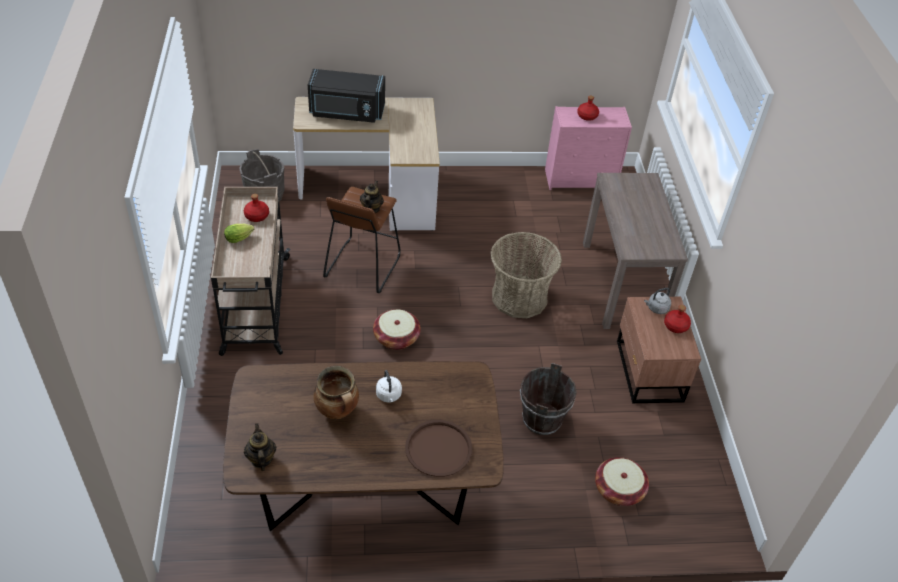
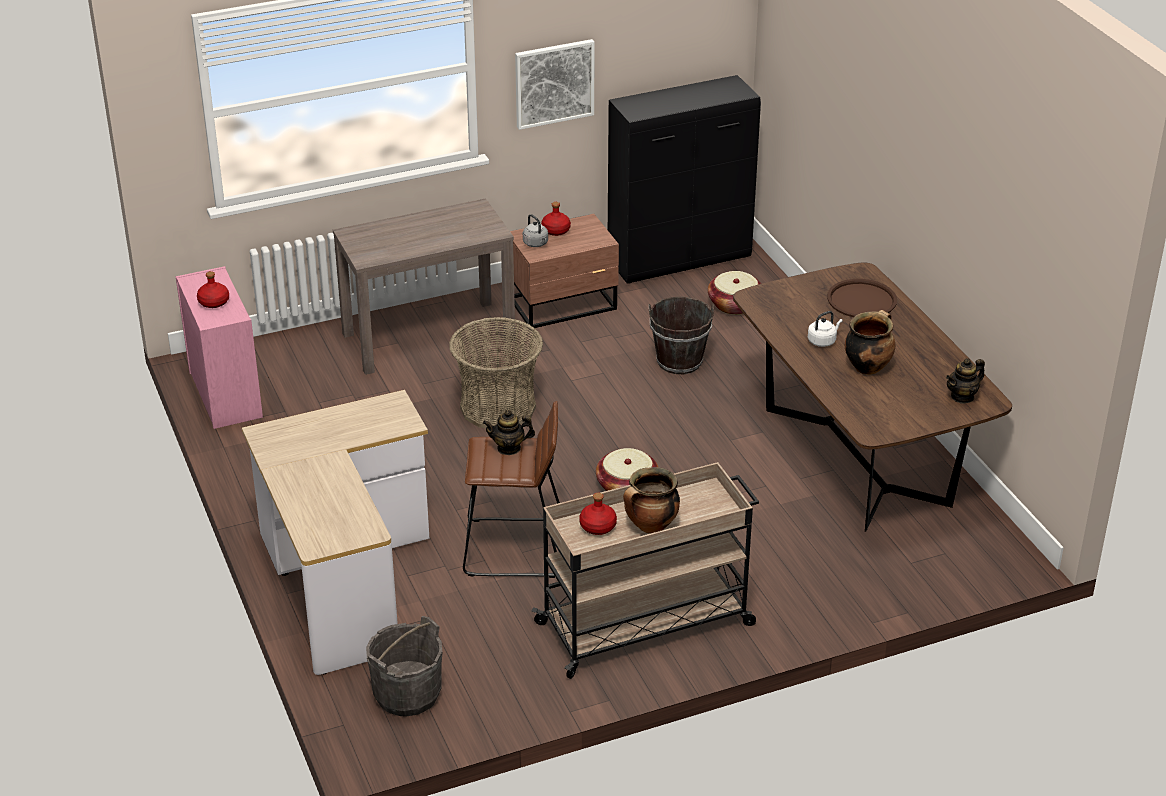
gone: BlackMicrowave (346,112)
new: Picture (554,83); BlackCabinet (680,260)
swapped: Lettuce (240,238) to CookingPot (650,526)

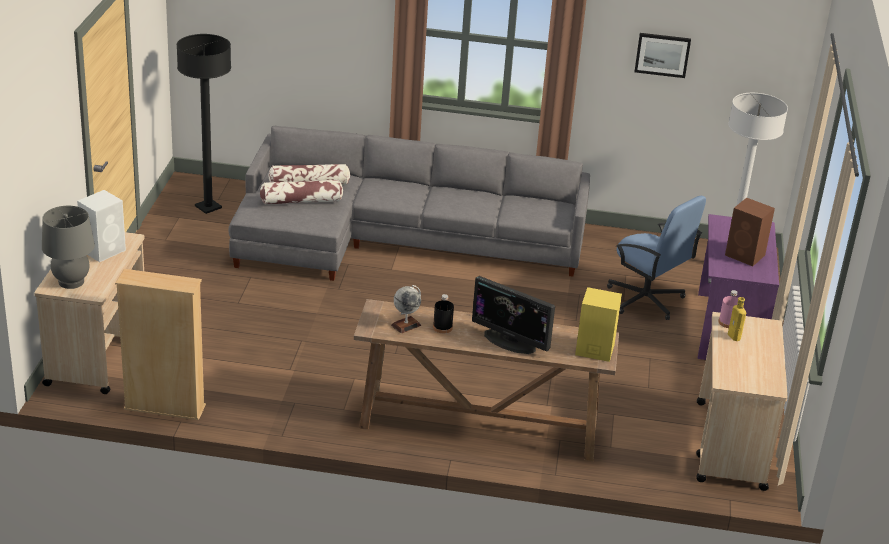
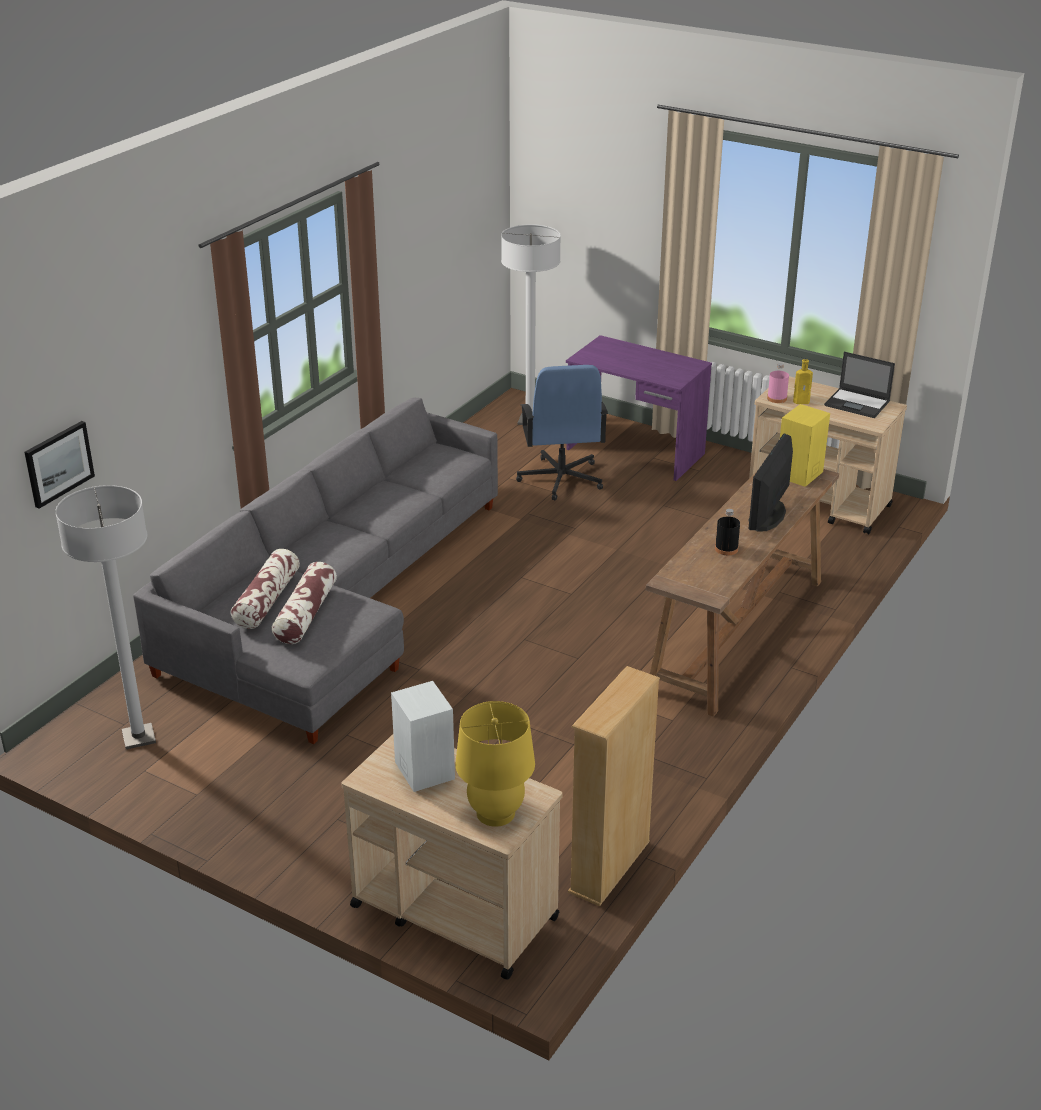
gone: Globe (406,325); BrownSpeaker (745,255)
new: Laptop (857,403)
shifted: Picture (662,54) to (58,463)
repainted: GreyTableLamp (71,282) to YellowTableLamp (495,813); BlackFloorLamp (208,207) to WhiteFloorLamp (139,737)
rotated: Monitor (510,341) = (767,515) 150 degrees clockwise; BlueOfficeChair (646,300) = (561,479) 105 degrees clockwise

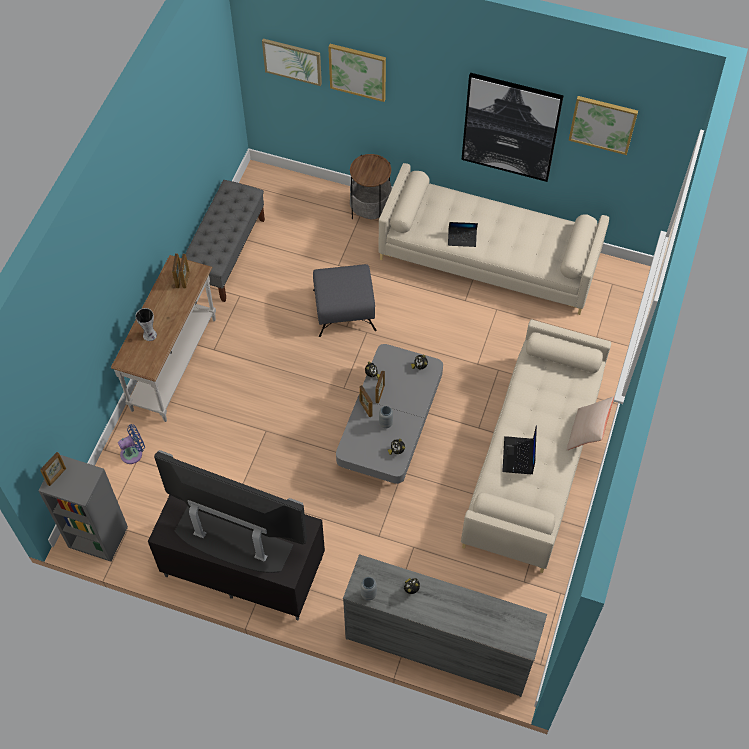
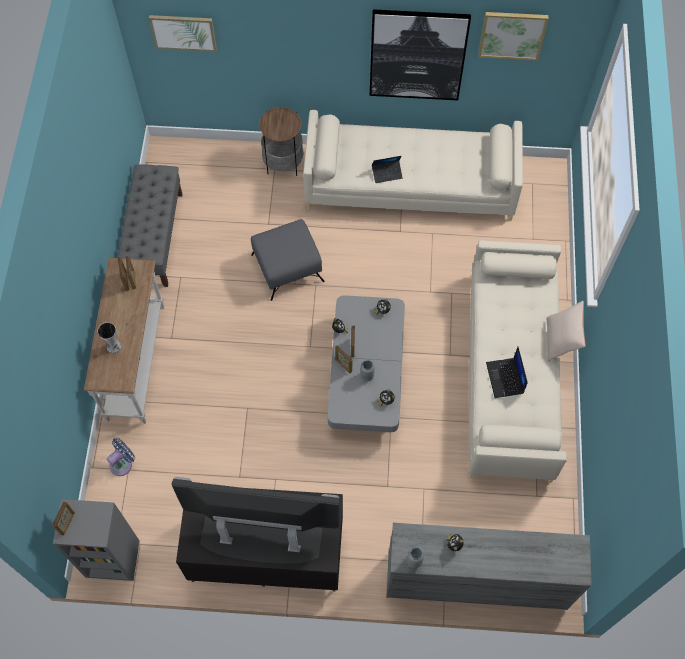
gone: Picture (358,71)

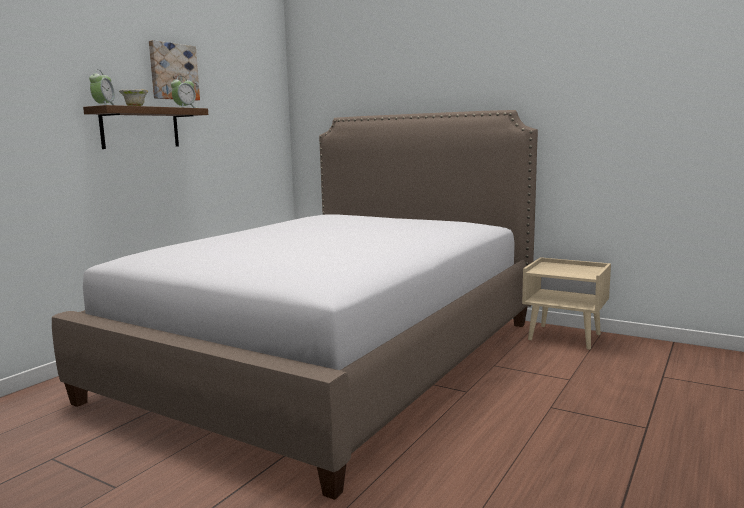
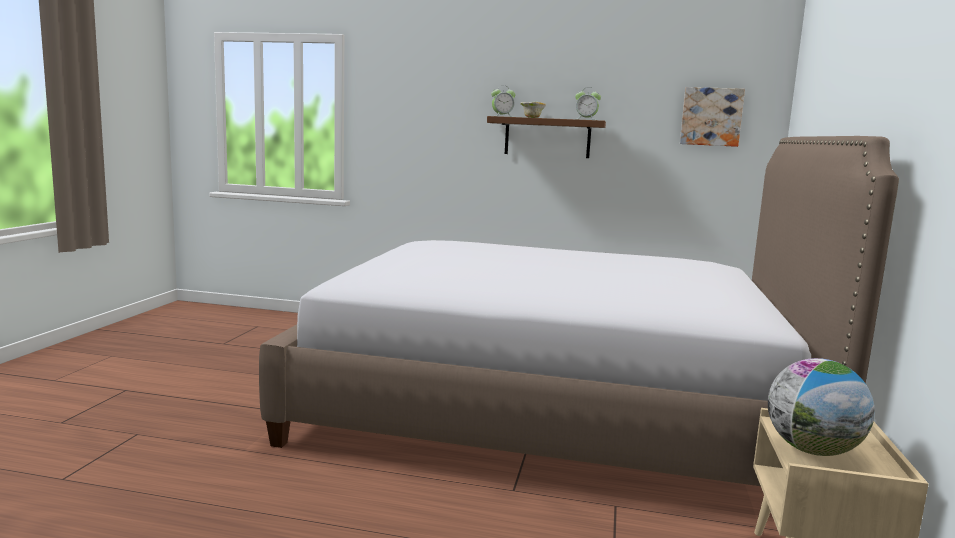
new: Globe (812,450)
shifted: Picture (173,72) to (711,117)

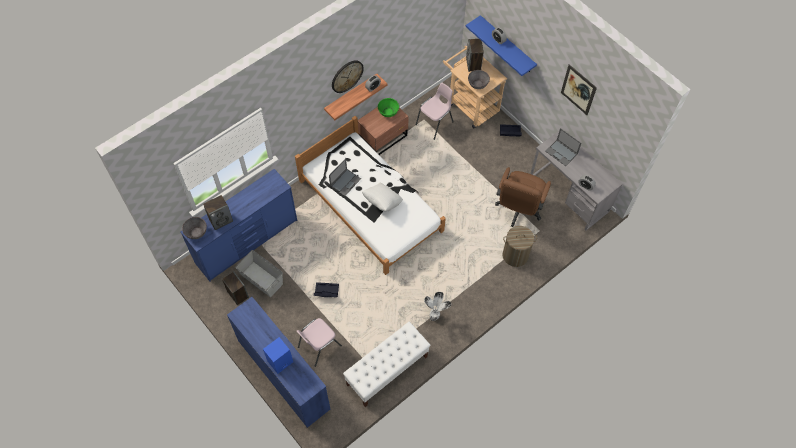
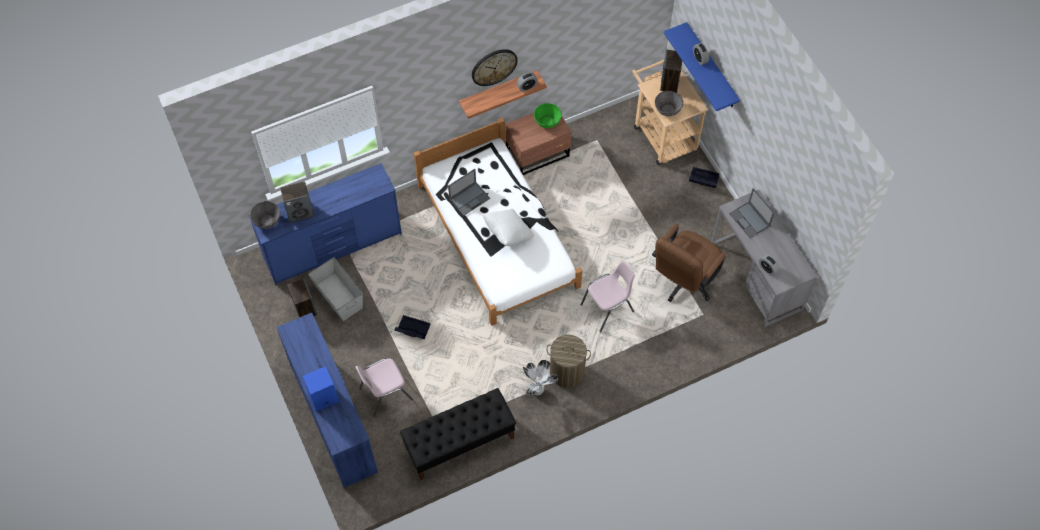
gone: Picture (578,90)
shifted: PinkChair (435,123) to (608,308); LaundryBasket (515,255) to (567,372)
repainted: WhiteBench (387,371) to BlackBench (459,443)

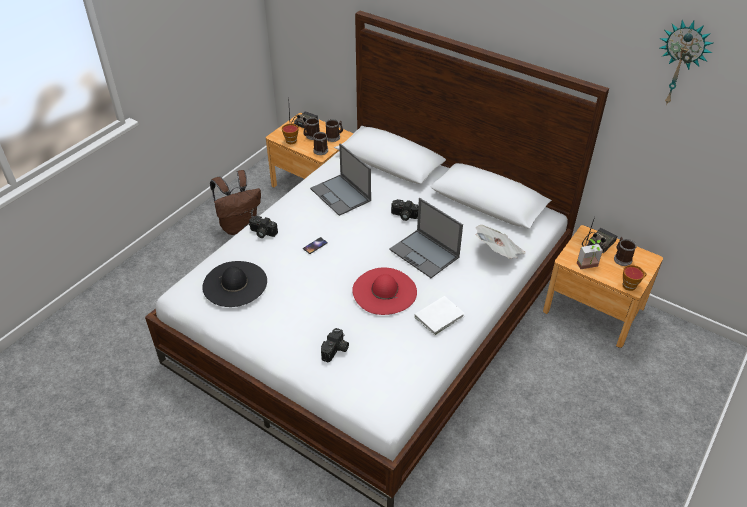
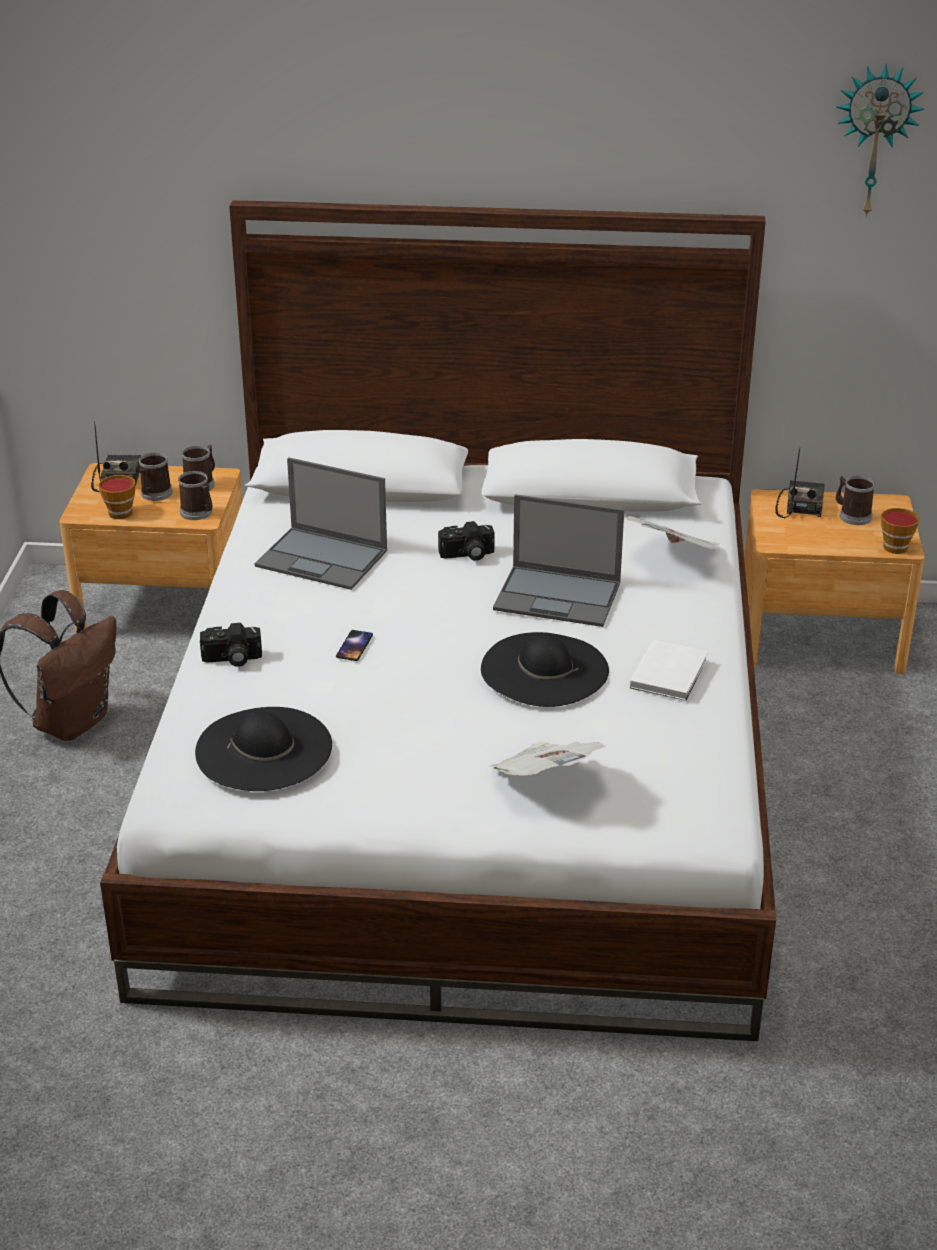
gone: PottedPlant (589,267)
swapped: PhotoCamera (336,351) to Newspaper (546,780)
repainted: RedHat (384,291) to BlackHat (544,669)

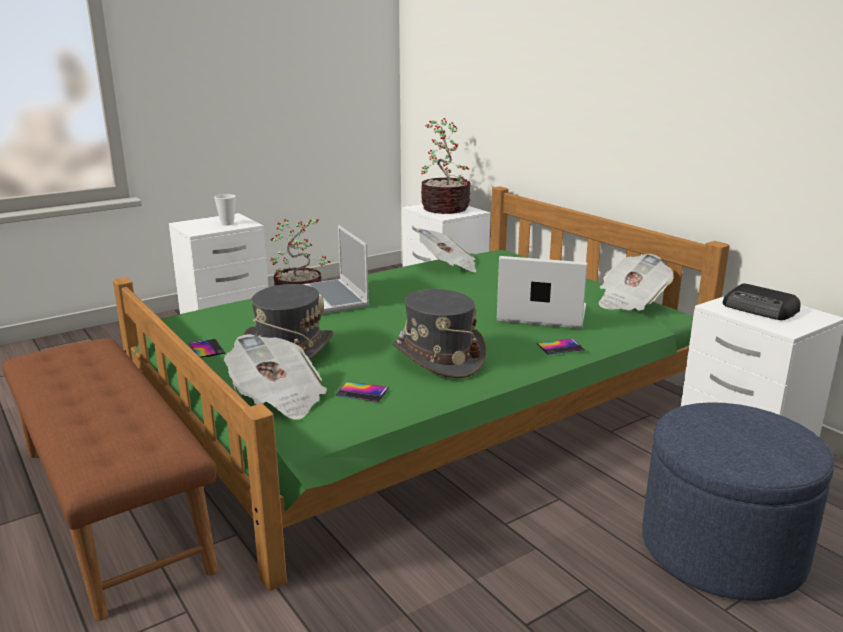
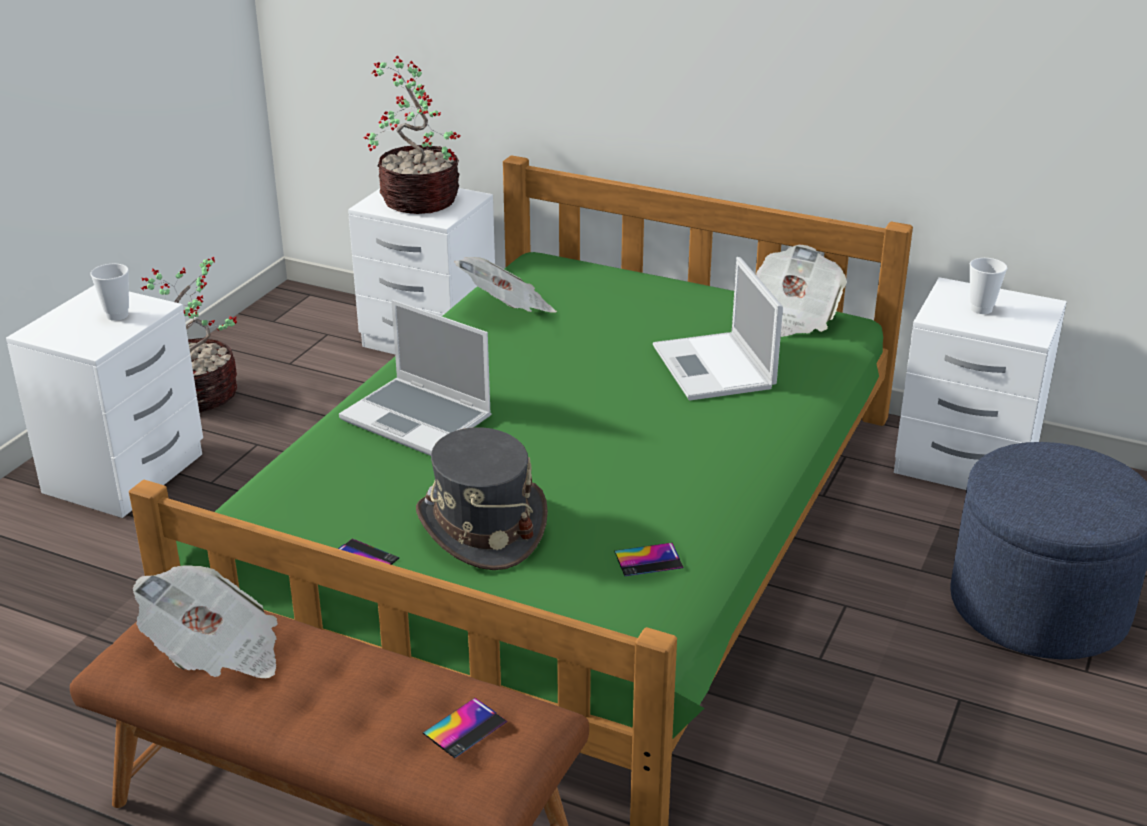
gone: GreyHat (438,358)
shifted: Newspaper (278,399) to (215,653); Phone (560,347) to (465,728)
swapped: Radio (760,309) to Cup (981,309)
rotated: Laptop (540,314) = (714,368) 90 degrees counterclockwise

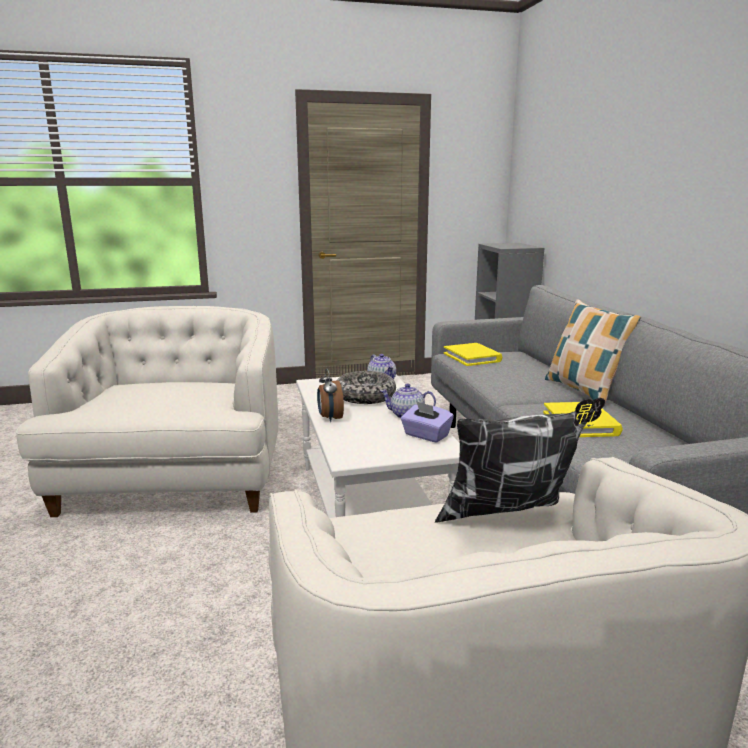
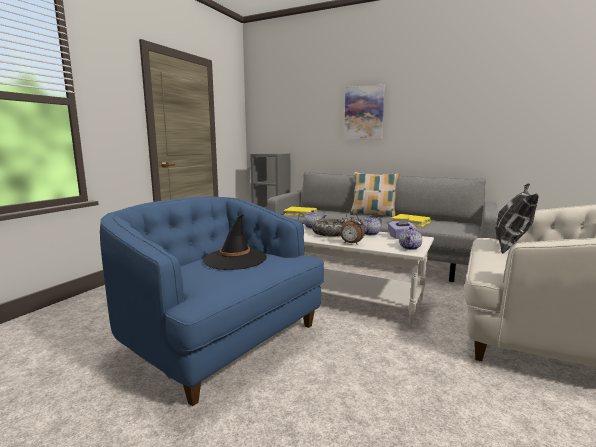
new: BlackHat (235,259); Picture (364,113); Teapot (410,247)
repainted: WhiteArmchair (174,479) to BlueArmchair (220,339)

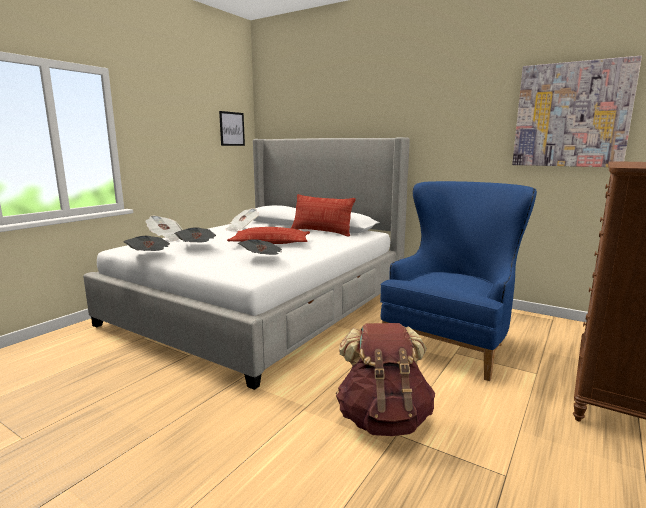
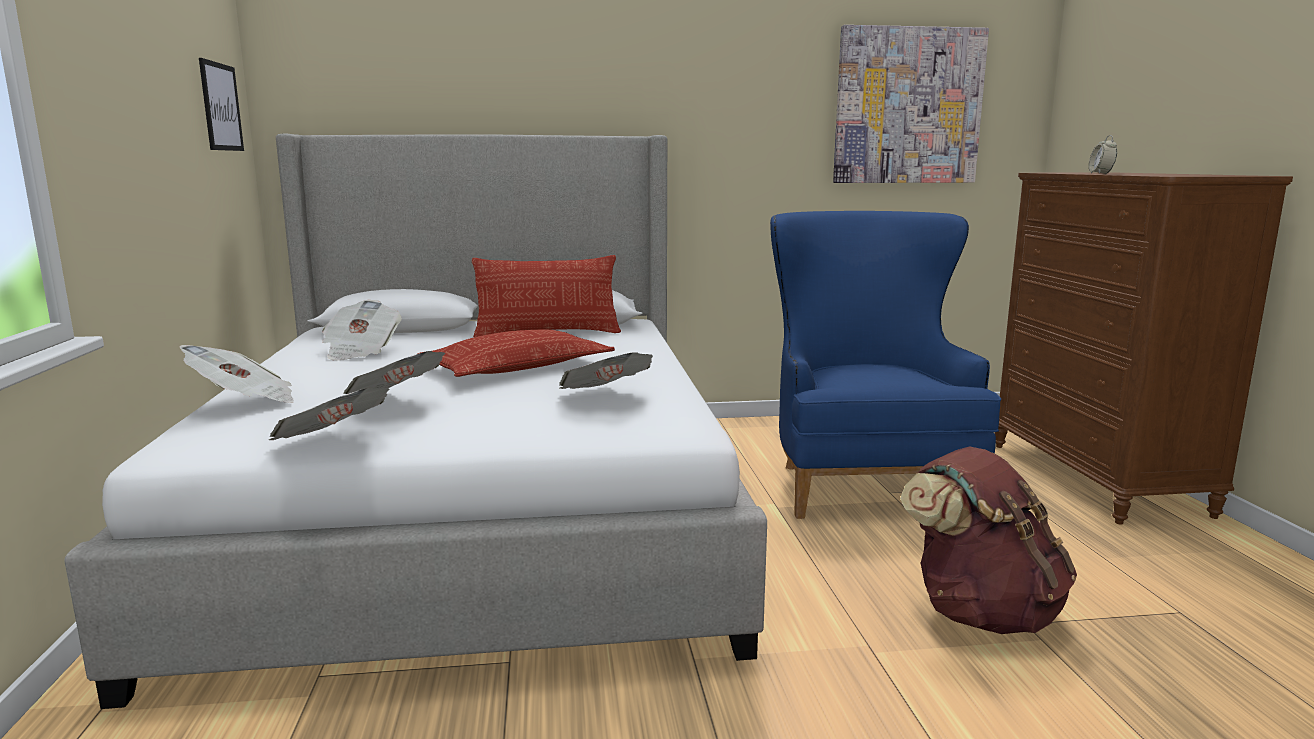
new: AlarmClock (1100,173)

